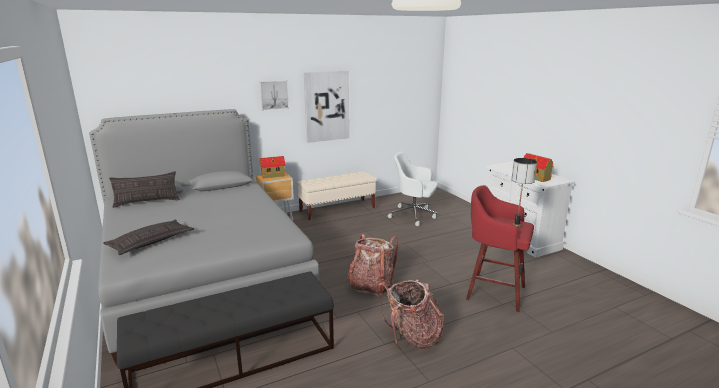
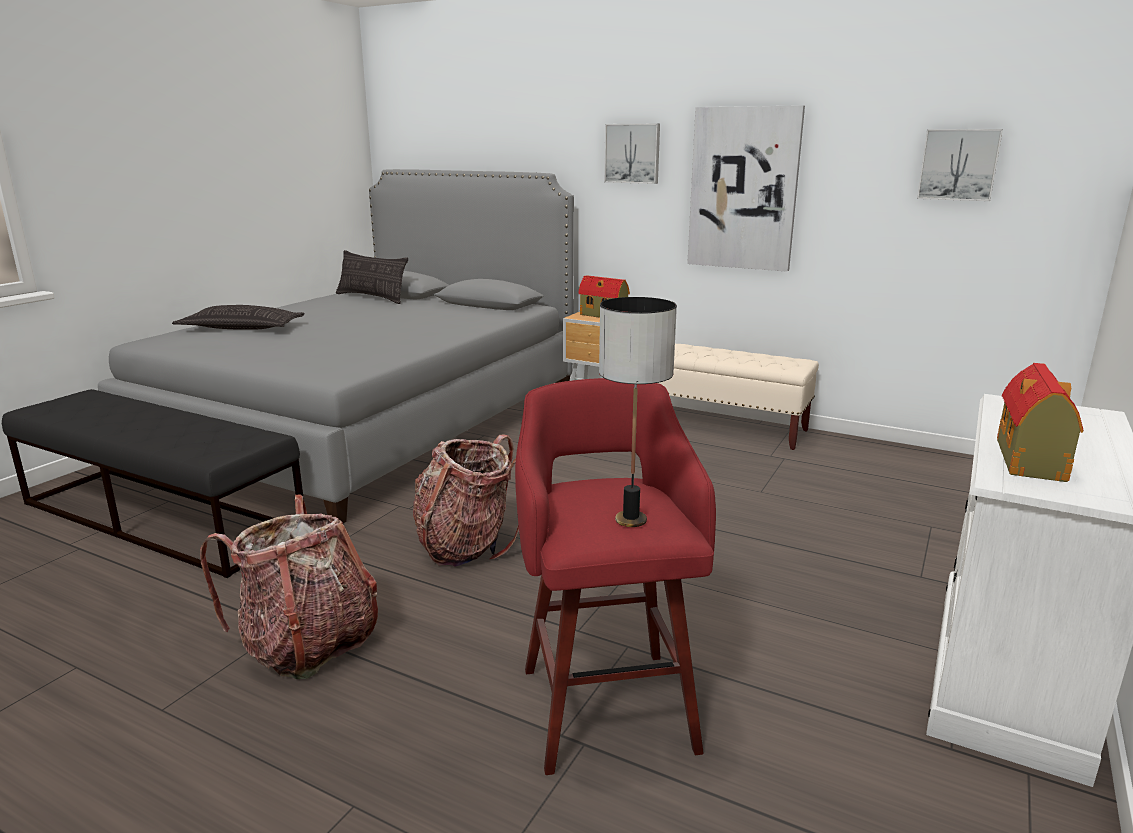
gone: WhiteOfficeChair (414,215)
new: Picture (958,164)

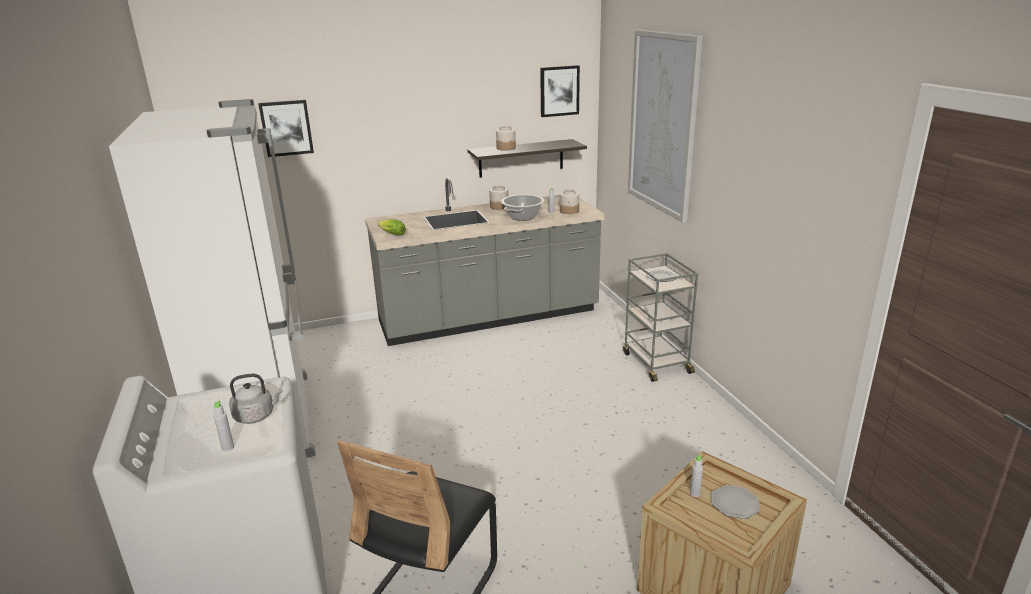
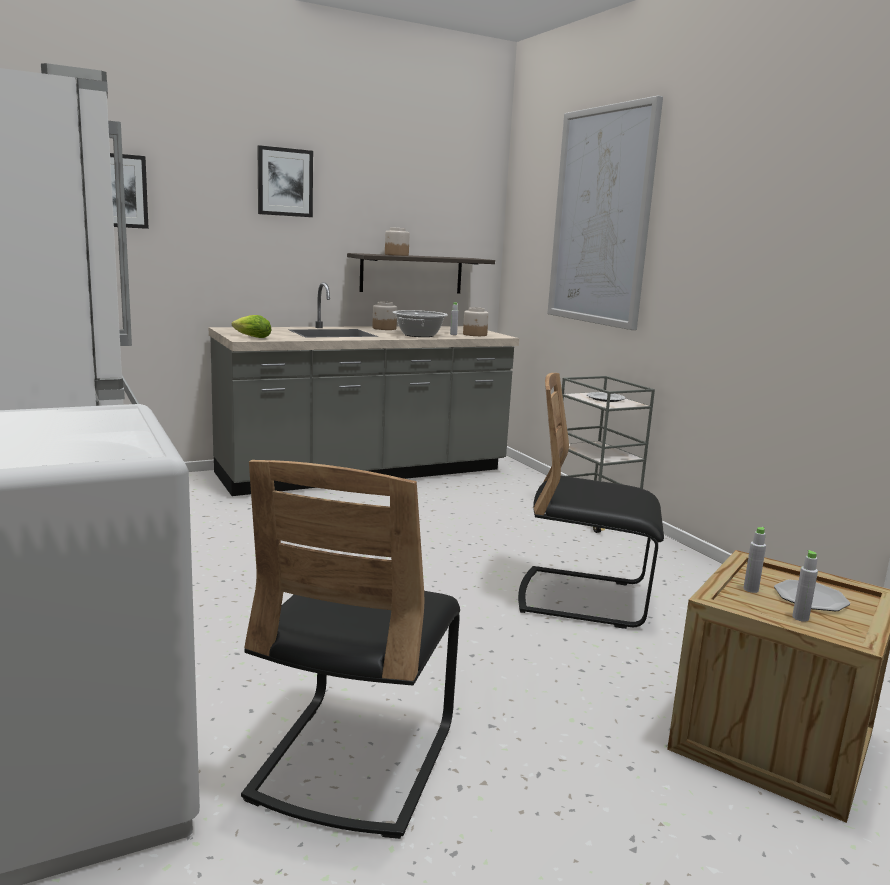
gone: GreyKettle (256,416)
new: BlackChair (584,598)
shifted: GreyBottle (228,448) to (800,618); Picture (559,91) to (285,182)

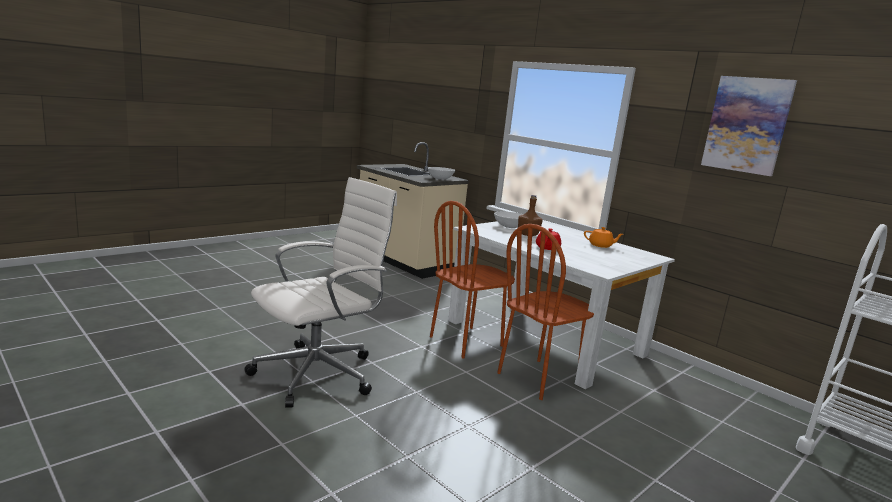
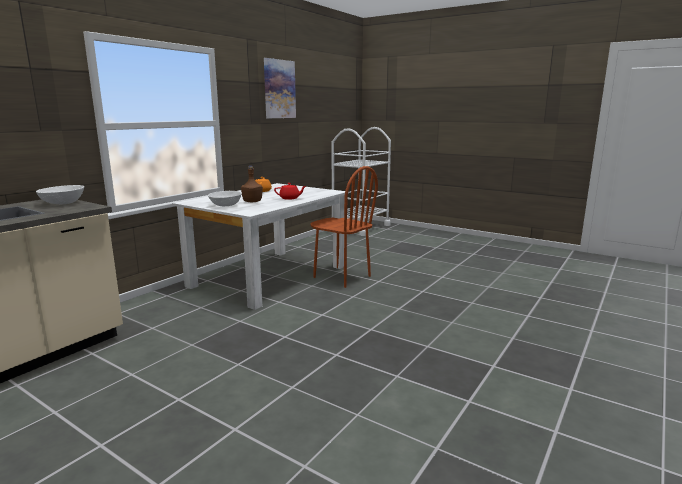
gone: WhiteOfficeChair (319,373); BrownChair (466,341)

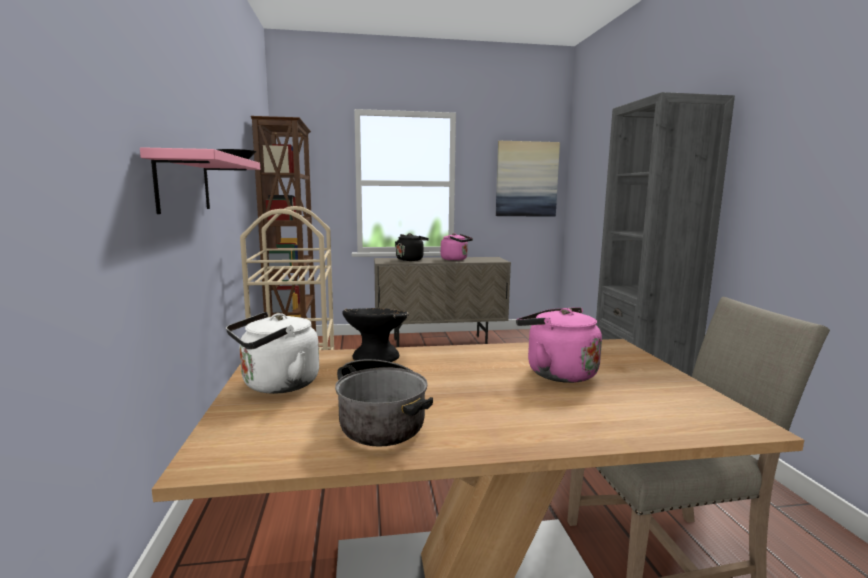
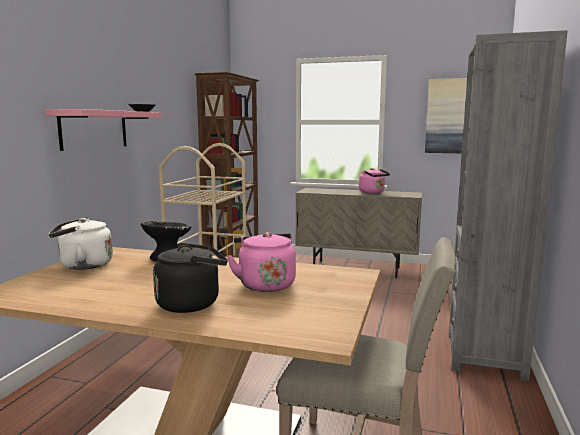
gone: CookingPot (382,419)
shifted: BlackKettle (410,259) to (192,303)

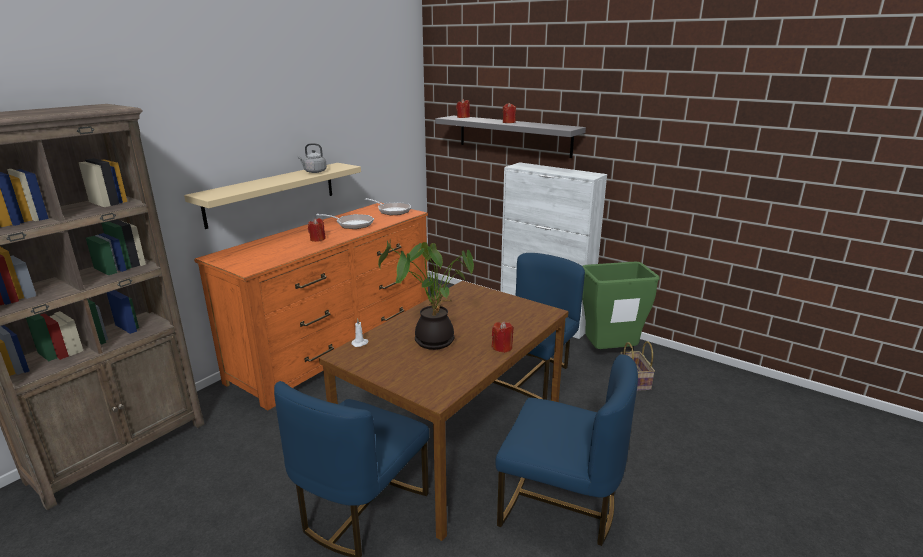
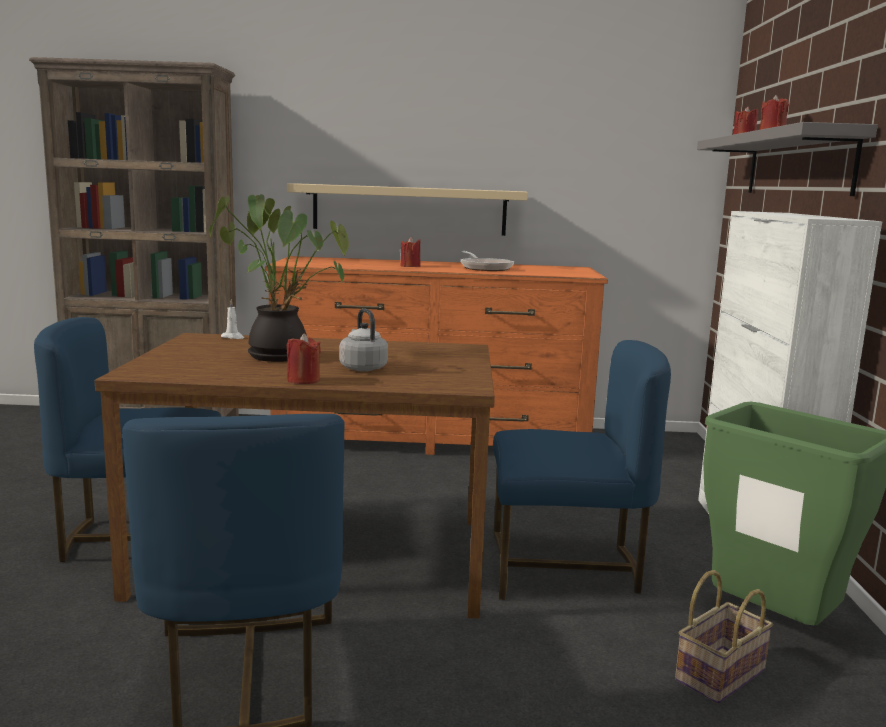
gone: FryingPan (392,211)
shifted: GreyKettle (314,171) to (362,368)

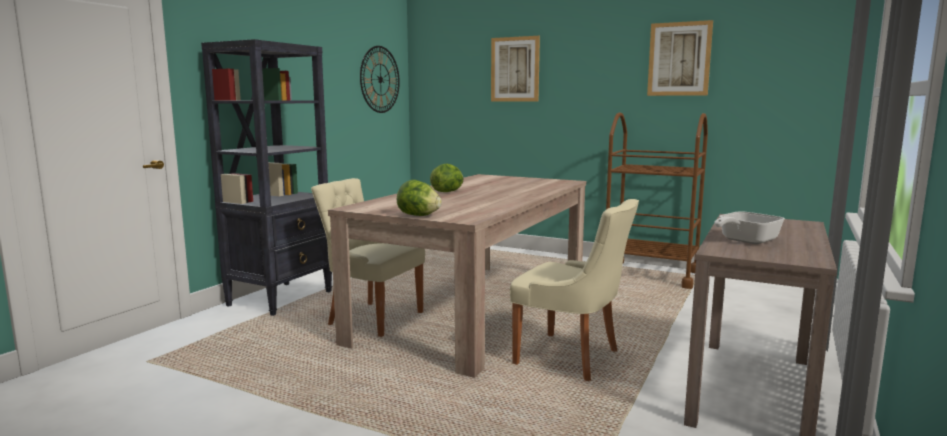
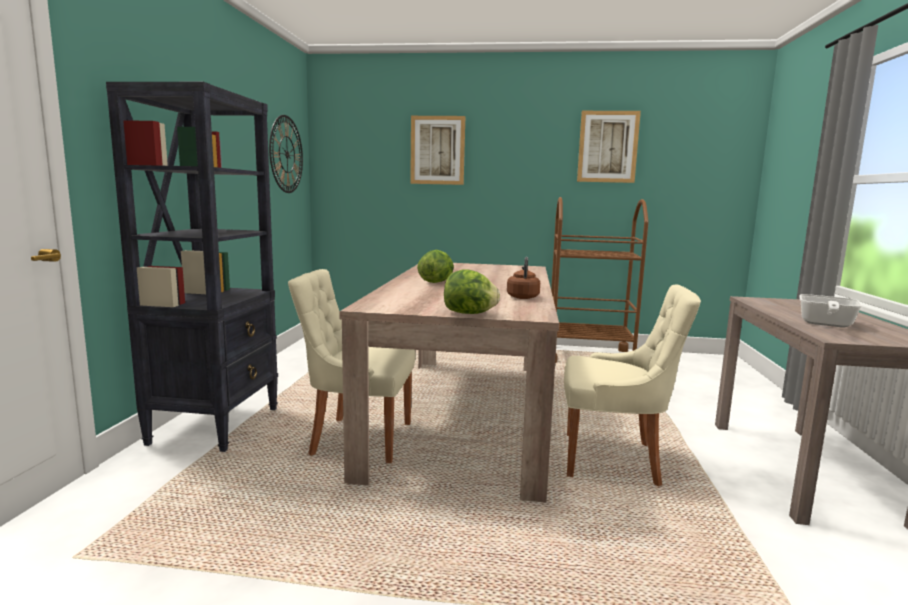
new: BrownKettle (523,297)

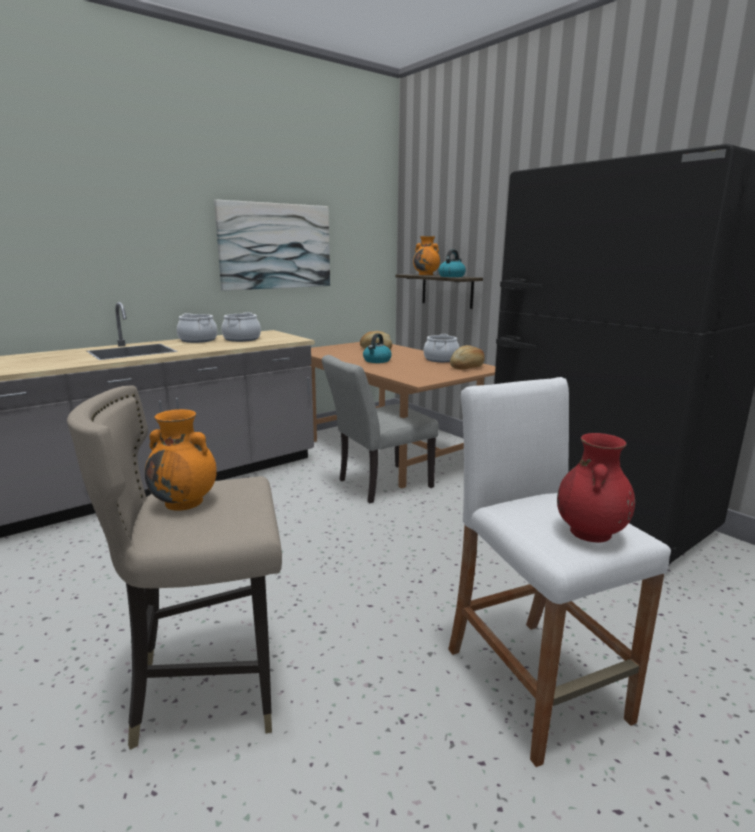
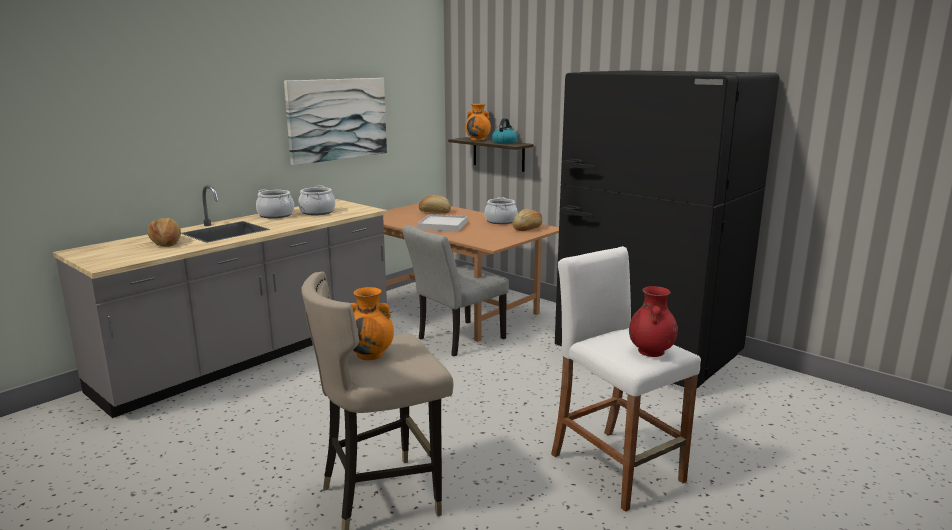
new: Bread (167,242)
swapped: Kettle (377,361) to WhiteTray (443,225)

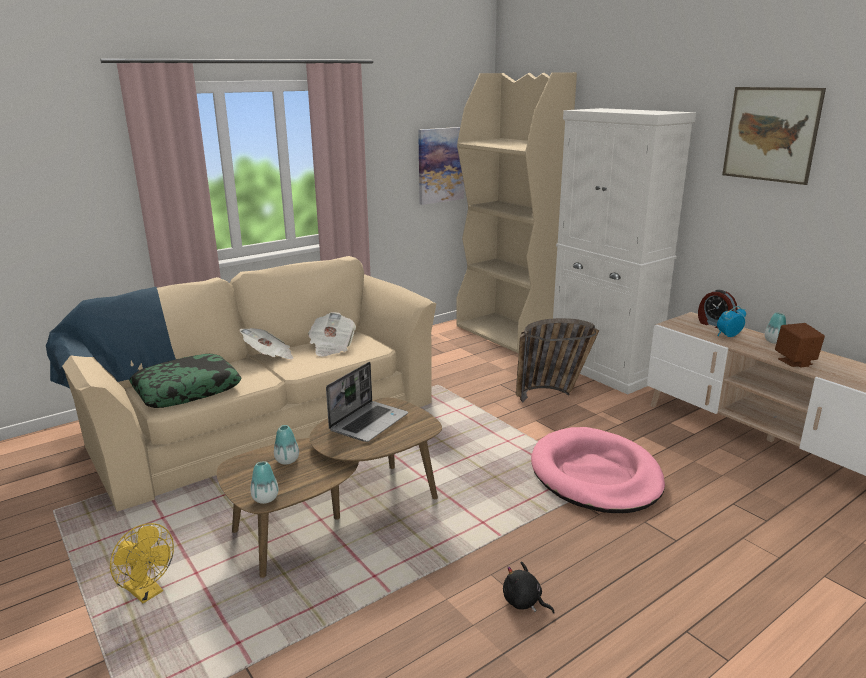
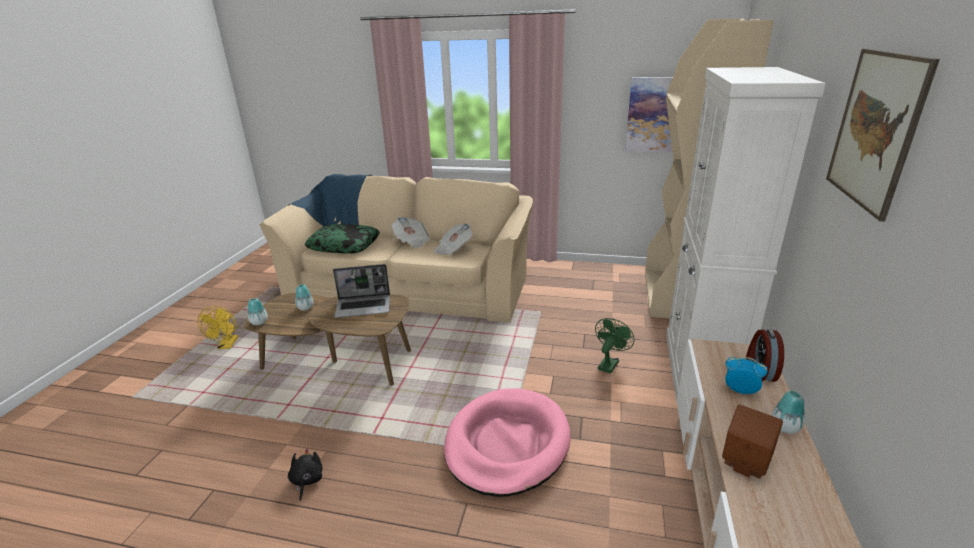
swapped: Basket (552,393) to GreenFan (609,363)

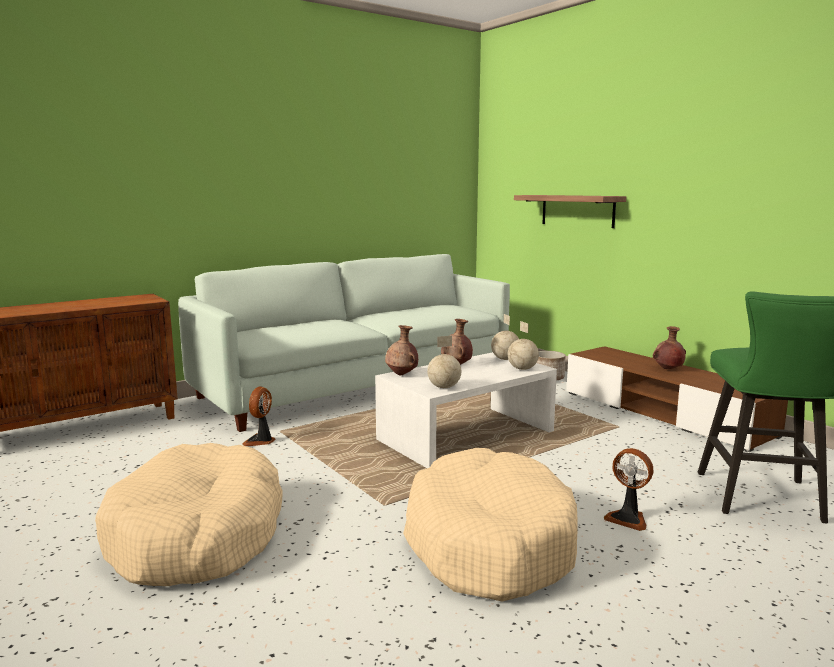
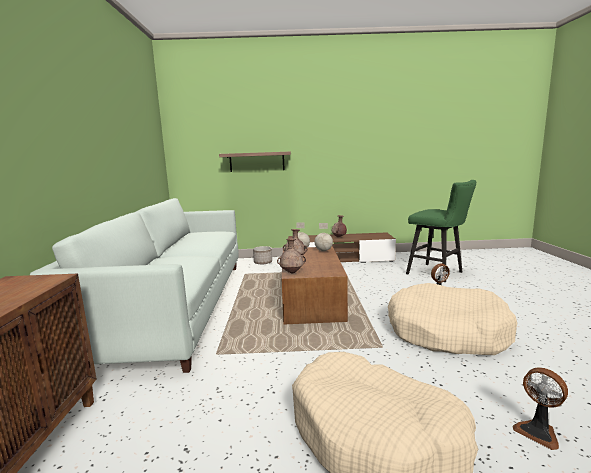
gone: Globe (444,387)
shifted: Fan (260,441) to (538,432)
repainted: WhiteCoffeeTable (465,435) to BrownCoffeeTable (311,300)

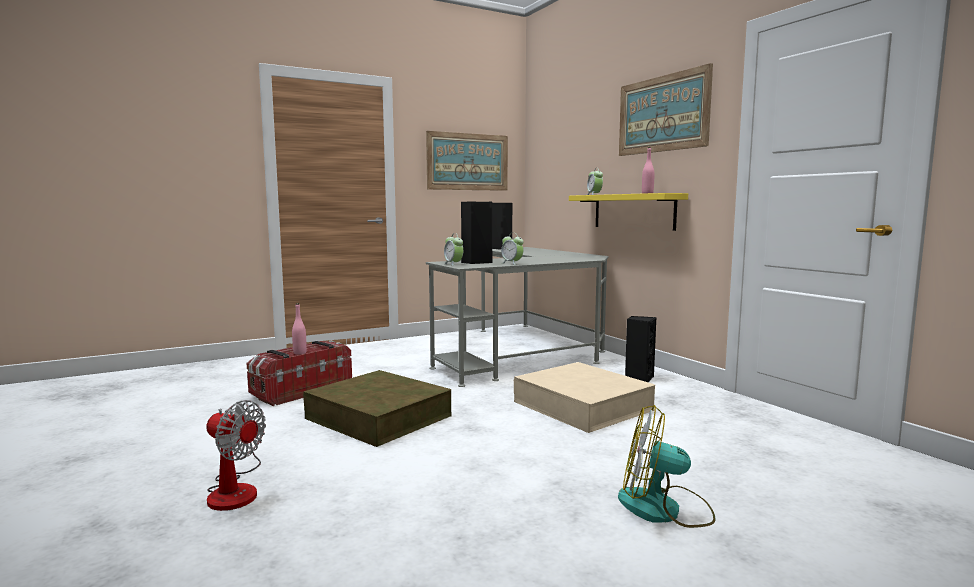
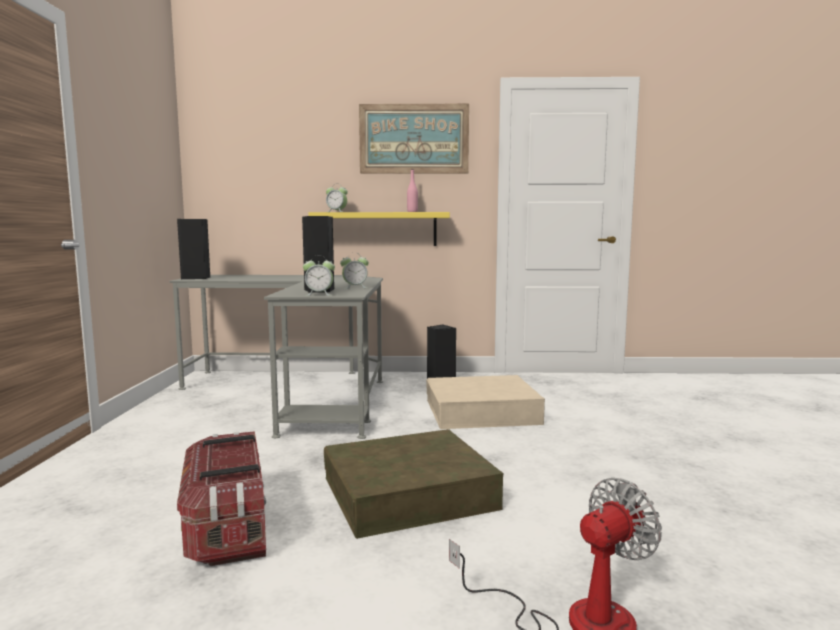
gone: PinkBottle (300,353); Picture (468,162); Fan (664,509)

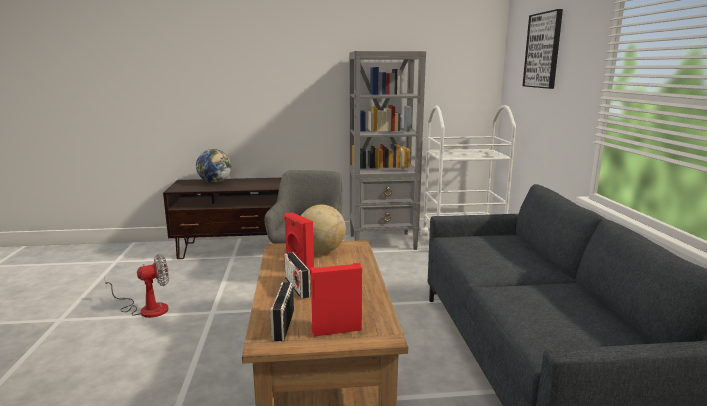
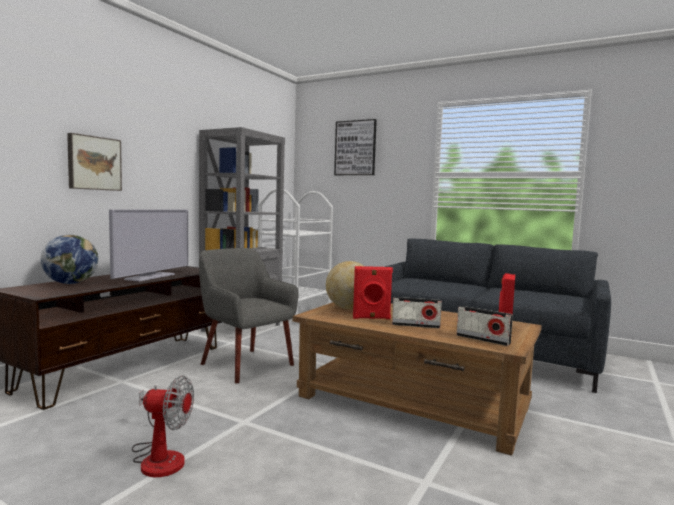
new: Picture (94,163); Television (150,277)
rotated: Fan (146,309) = (159,457) 90 degrees clockwise

